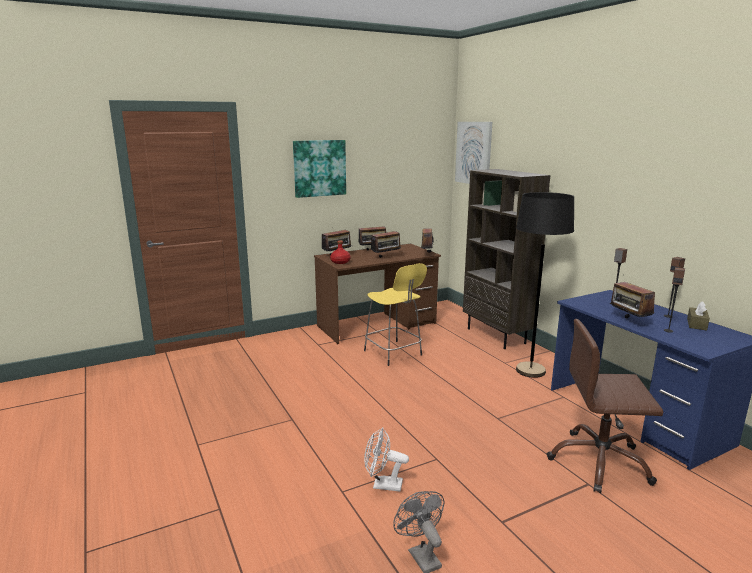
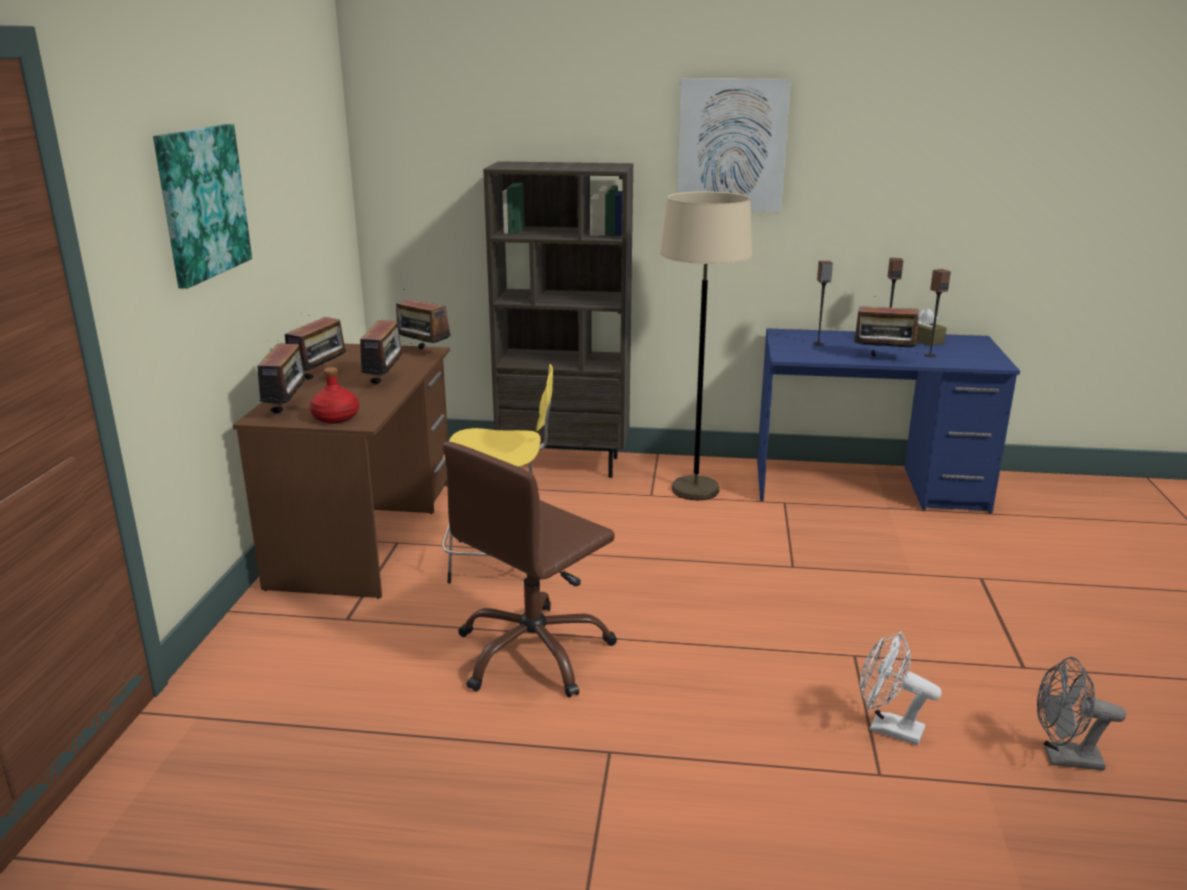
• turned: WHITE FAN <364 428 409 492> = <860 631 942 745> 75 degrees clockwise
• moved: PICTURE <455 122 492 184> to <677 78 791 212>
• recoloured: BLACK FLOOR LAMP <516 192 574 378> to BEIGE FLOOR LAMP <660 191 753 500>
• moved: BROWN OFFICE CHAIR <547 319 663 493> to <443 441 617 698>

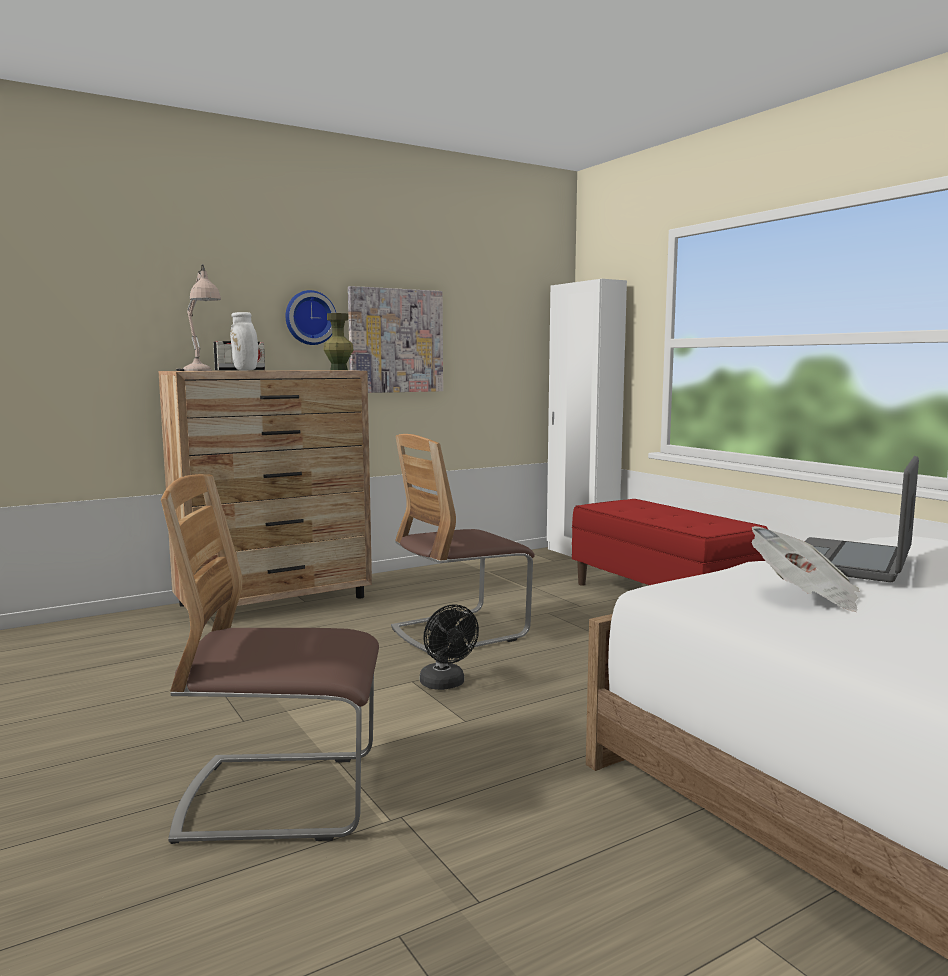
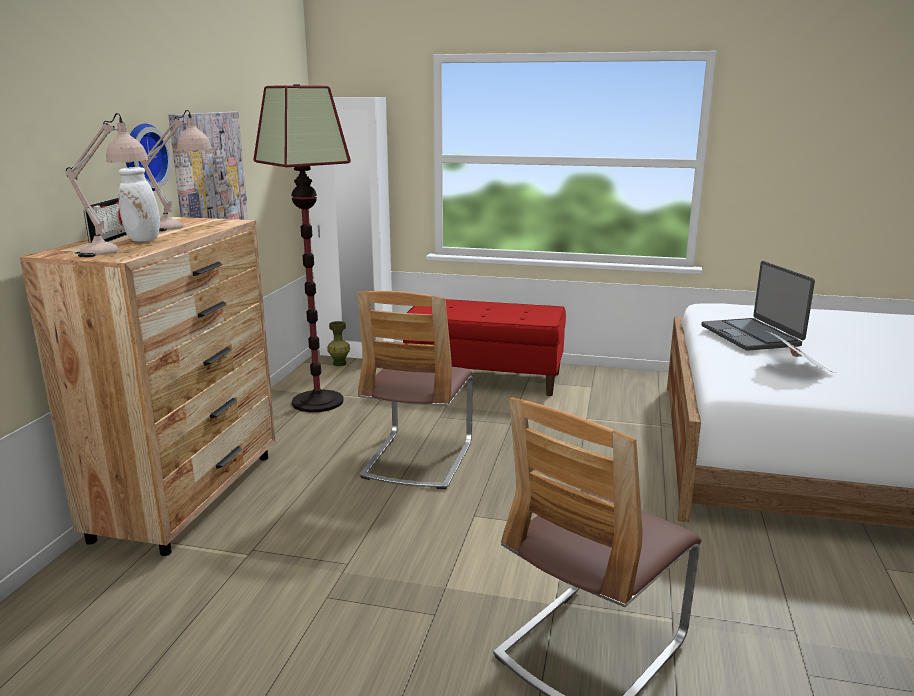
• moved: GREEN VASE <324 313 353 370> to <327 321 350 366>
• removed: BLACK FAN <420 604 479 690>
• added: BEIGE TABLE LAMP <140 110 212 231>
• added: FLOOR LAMP <253 84 351 412>

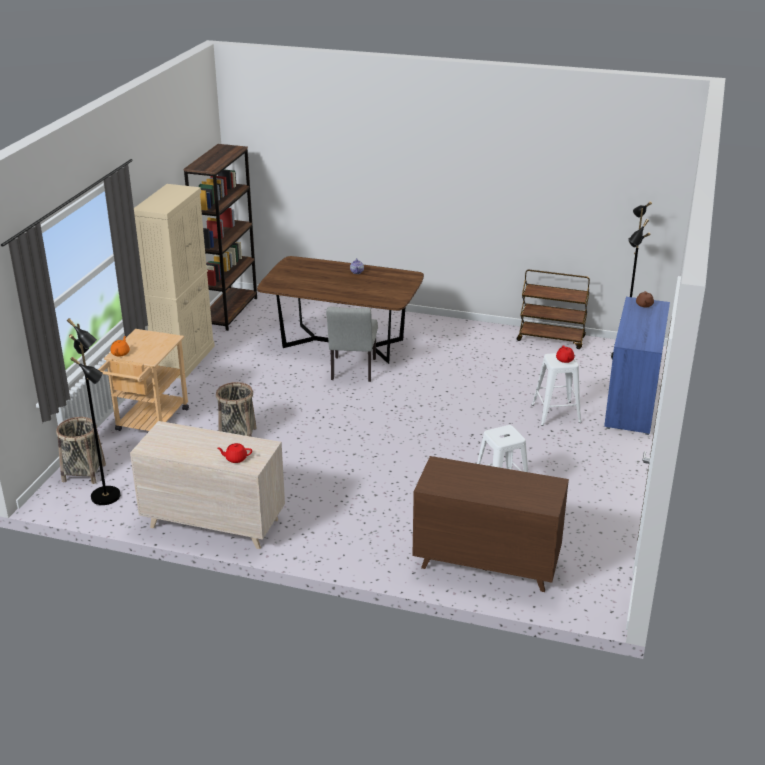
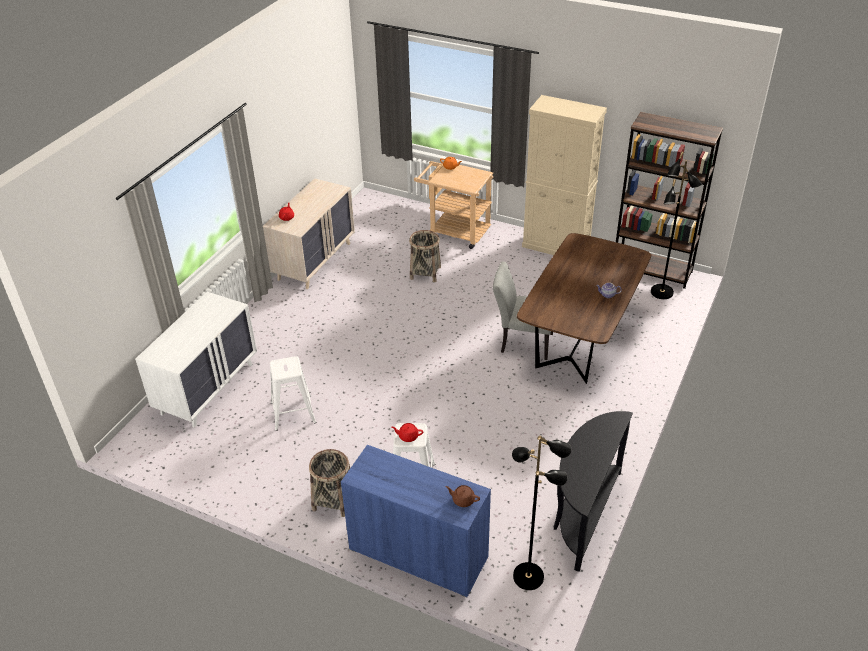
• moved: BASKET <56 417 106 484> to <309 449 350 517>
• moved: BLACK FLOOR LAMP <67 318 121 505> to <651 151 702 299>
• recoloured: BROWN DRESSER <412 456 569 592> to WHITE DRESSER <135 292 257 428>
• replaced: BROWN CART <516 270 590 349> to BLACK CONSOLE TABLE <554 411 633 572>

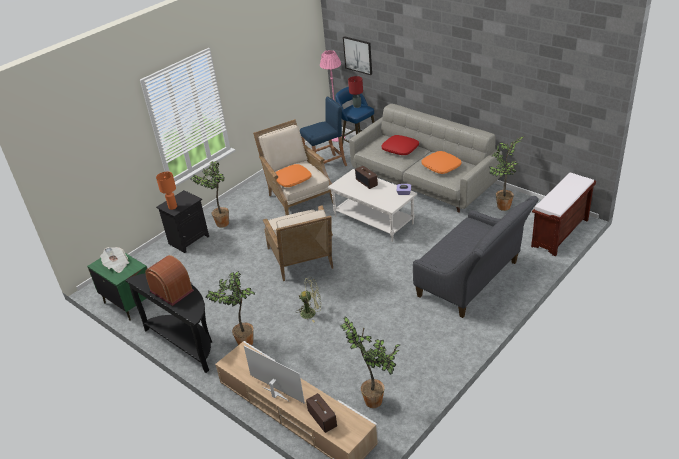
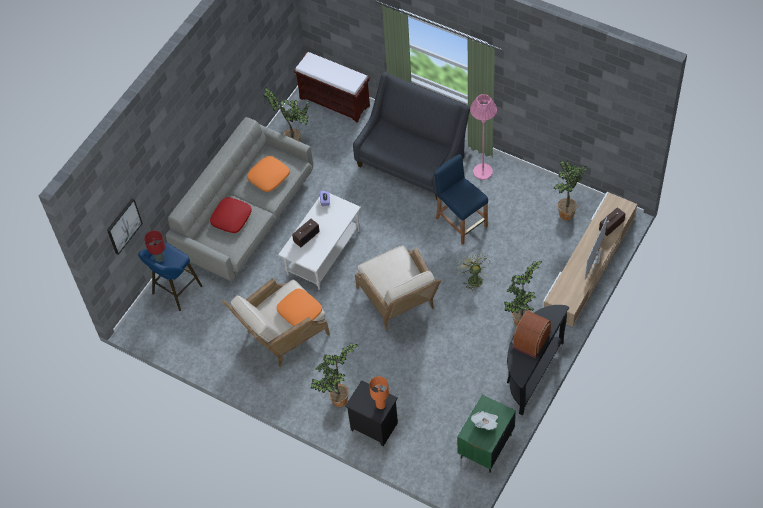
• turned: BEIGE ARMCHAIR <263 206 333 281> = <355 246 441 331> 90 degrees clockwise
• moved: BLUE STOOL <300 96 347 166> to <434 154 488 245>
• moved: PINK FLOOR LAMP <320 50 345 142> to <470 94 497 180>

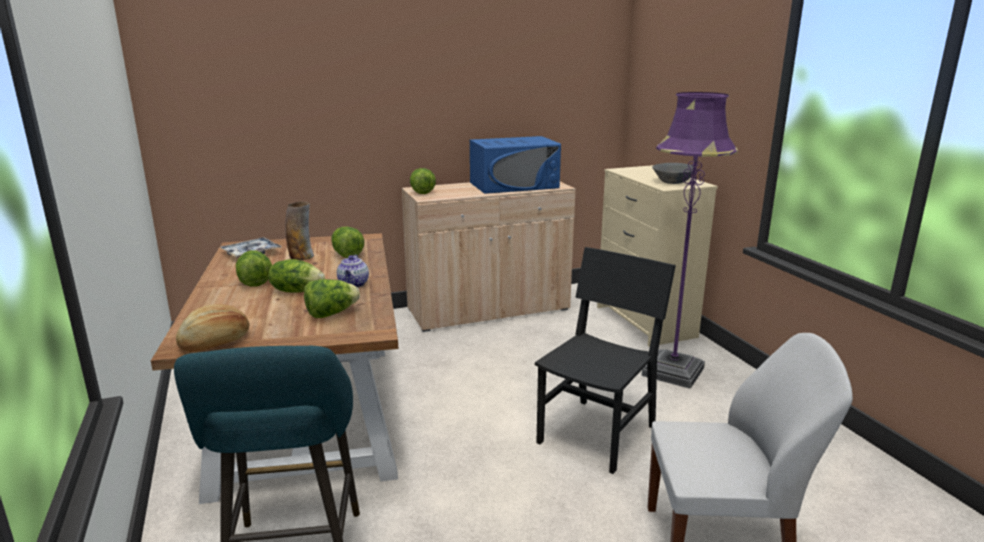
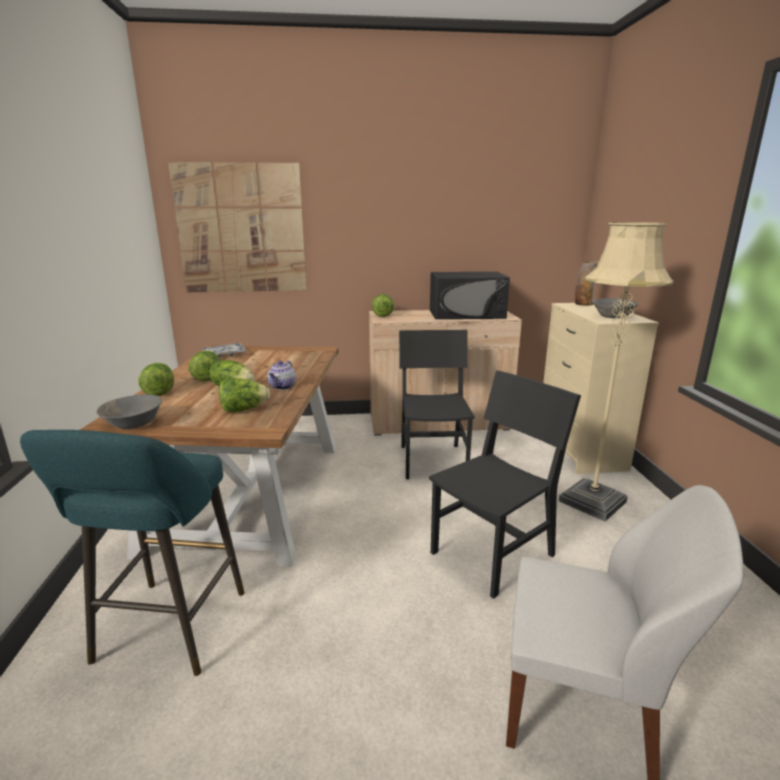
• replaced: BREAD <176 304 249 352> to GREY BOWL <96 395 162 429>
• moved: VASE <285 202 314 261> to <575 261 599 306>
• moved: LETTUCE <331 227 364 258> to <139 363 174 396>
• recoloured: BLUE MICROWAVE <470 136 561 194> to BLACK MICROWAVE <430 272 510 319>
• recoloured: PURPLE FLOOR LAMP <641 92 738 389> to BEIGE FLOOR LAMP <559 222 674 521>
• added: PICTURE <168 162 307 292>
• added: BLACK CHAIR <399 330 475 479>

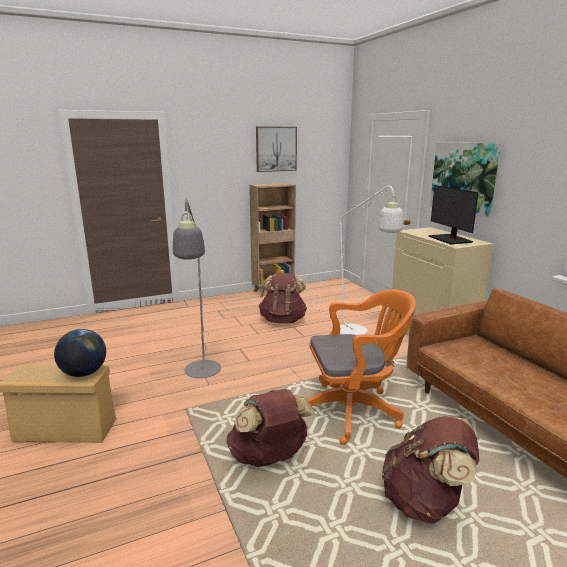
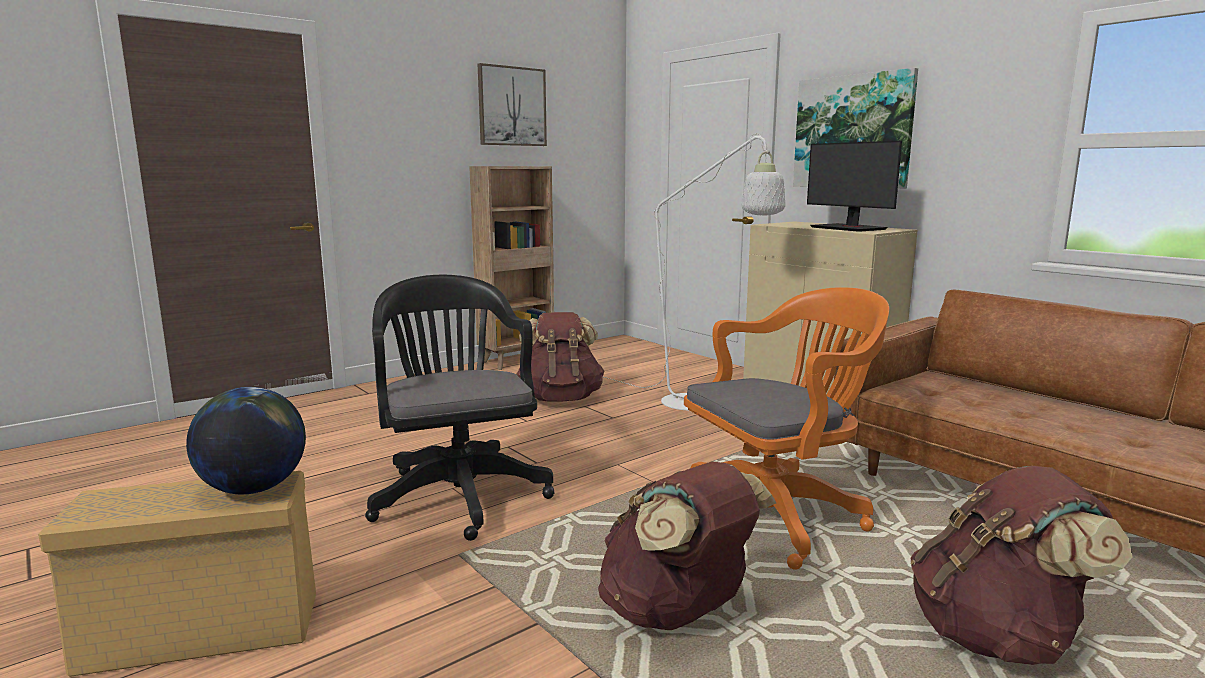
• replaced: GREY FLOOR LAMP <173 197 221 378> to BLACK OFFICE CHAIR <365 275 555 541>

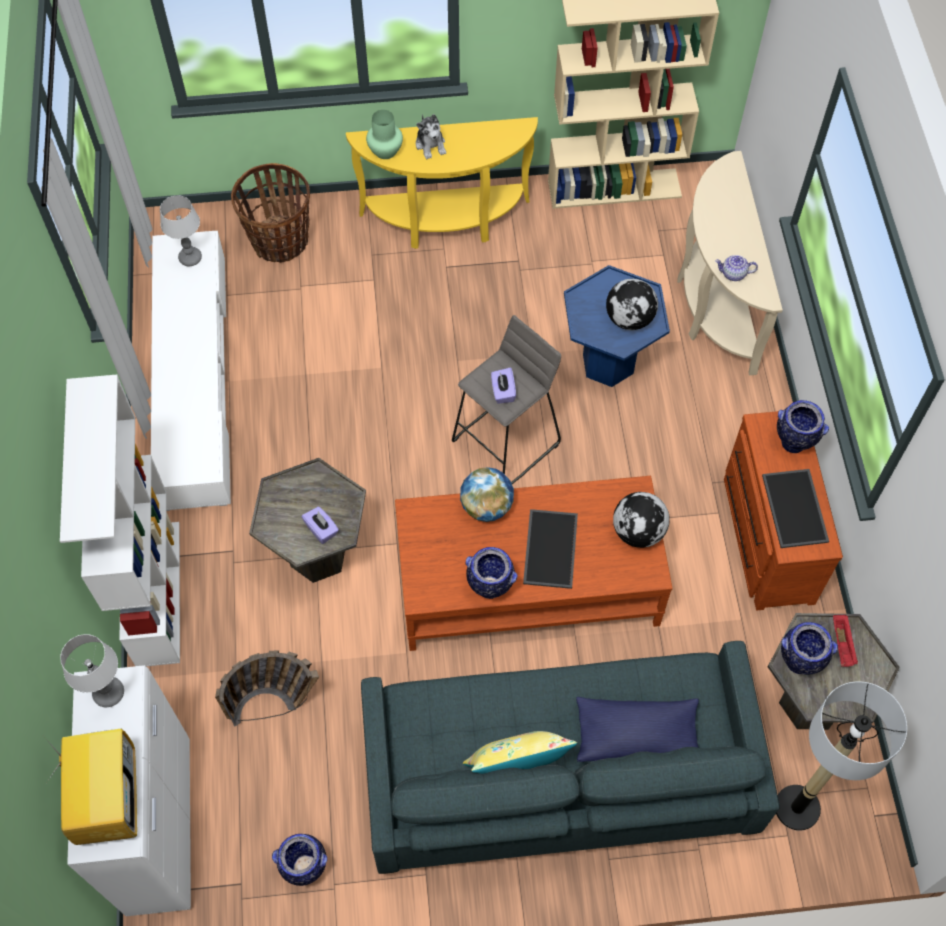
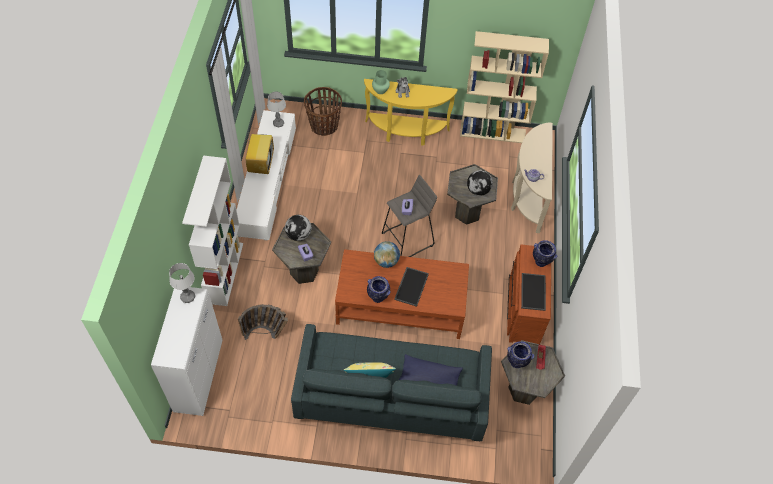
• moved: TELEVISION <45 729 137 845> to <246 126 274 174>
• removed: VASE <272 834 327 886>
• recoloured: BLUE SIDE TABLE <564 265 670 387> to GREY SIDE TABLE <447 164 498 225>
• moved: GLOBE <613 492 670 548> to <285 215 312 241>
• removed: FLOOR LAMP <776 681 907 831>

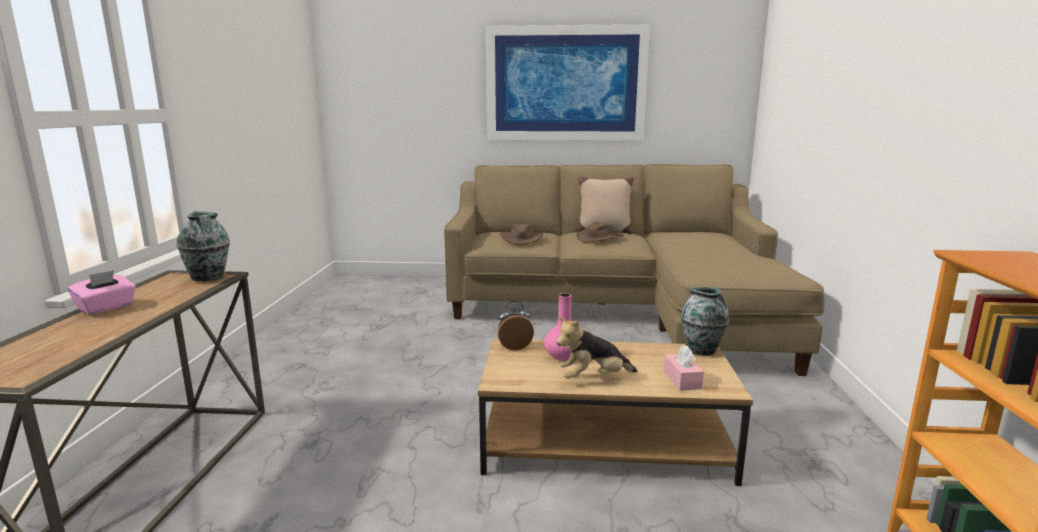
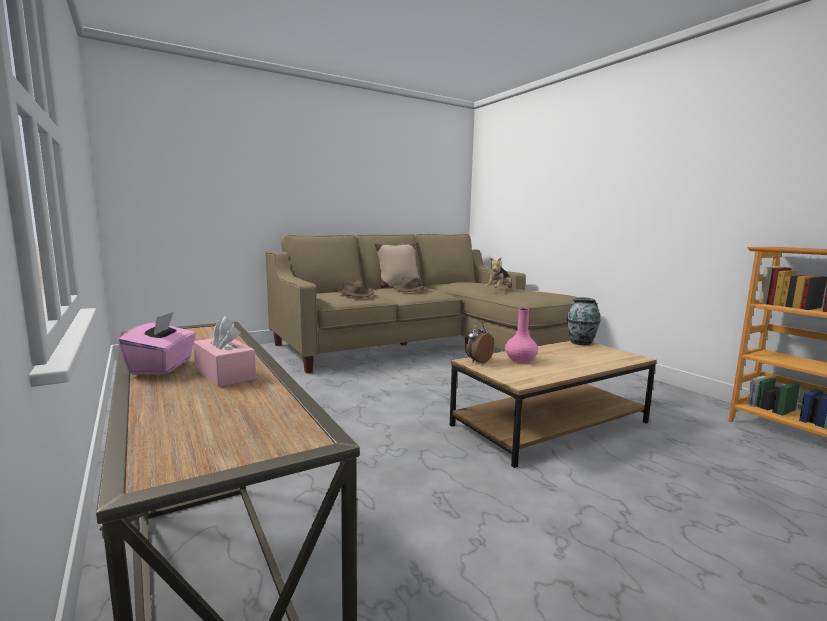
• removed: VASE <176 211 230 281>
• removed: PICTURE <486 24 650 141>
• moved: PLUSH TOY <556 317 637 379> to <485 258 512 288>
• moved: PINK TISSUE BOX <664 345 704 391> to <193 316 256 387>

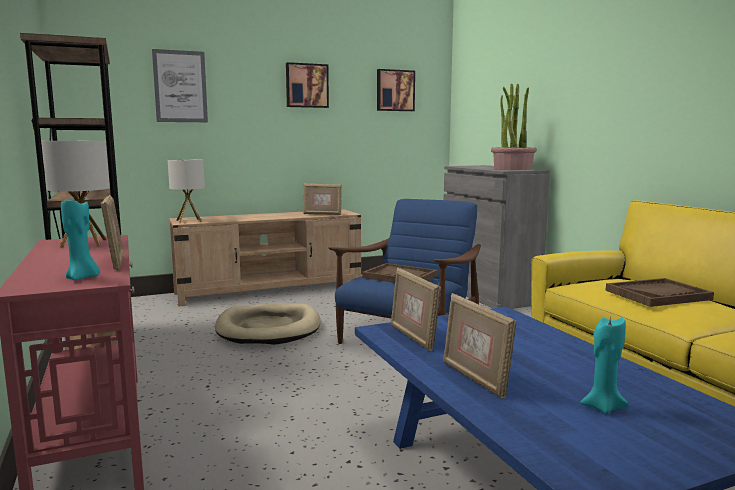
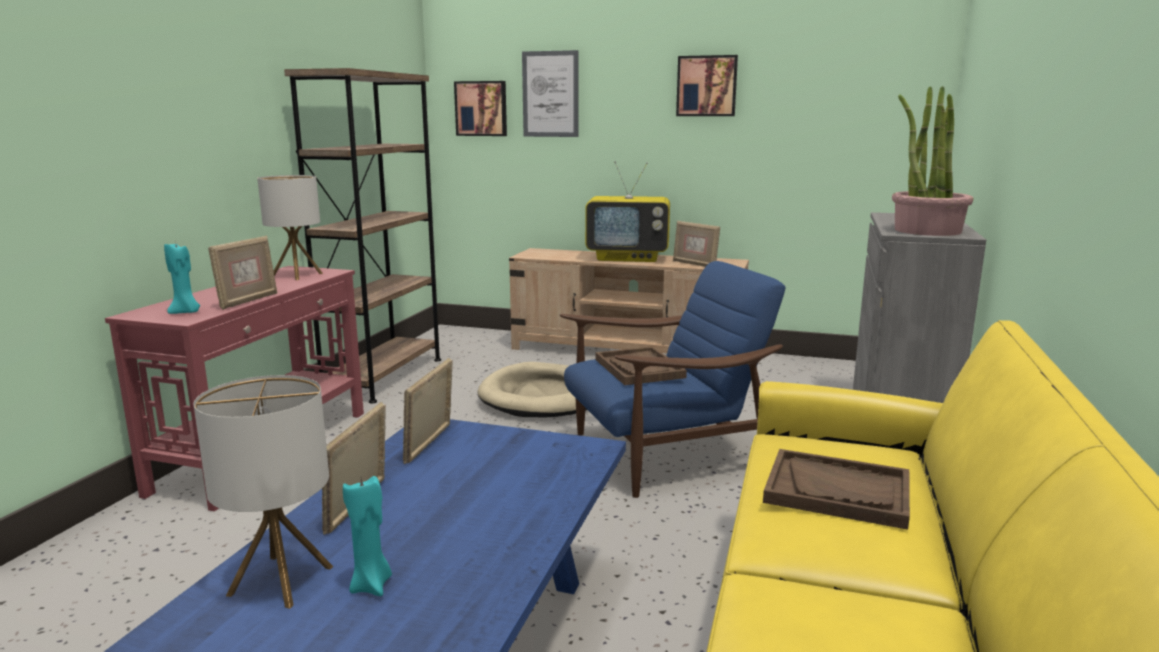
• moved: TABLE LAMP <168 159 205 223> to <194 375 333 609>
• moved: PICTURE <377 69 415 111> to <454 81 507 136>
• added: TELEVISION <585 161 670 262>

